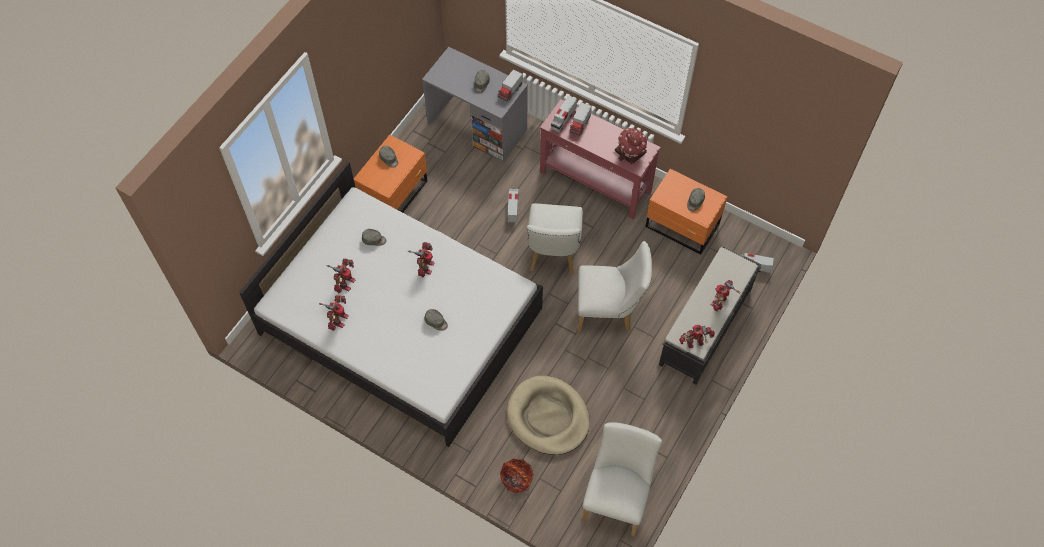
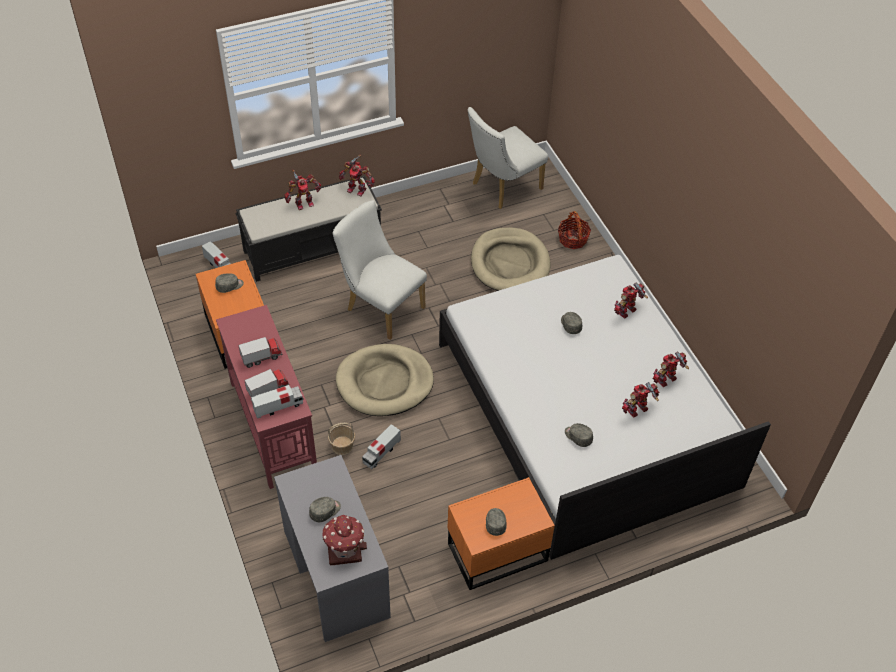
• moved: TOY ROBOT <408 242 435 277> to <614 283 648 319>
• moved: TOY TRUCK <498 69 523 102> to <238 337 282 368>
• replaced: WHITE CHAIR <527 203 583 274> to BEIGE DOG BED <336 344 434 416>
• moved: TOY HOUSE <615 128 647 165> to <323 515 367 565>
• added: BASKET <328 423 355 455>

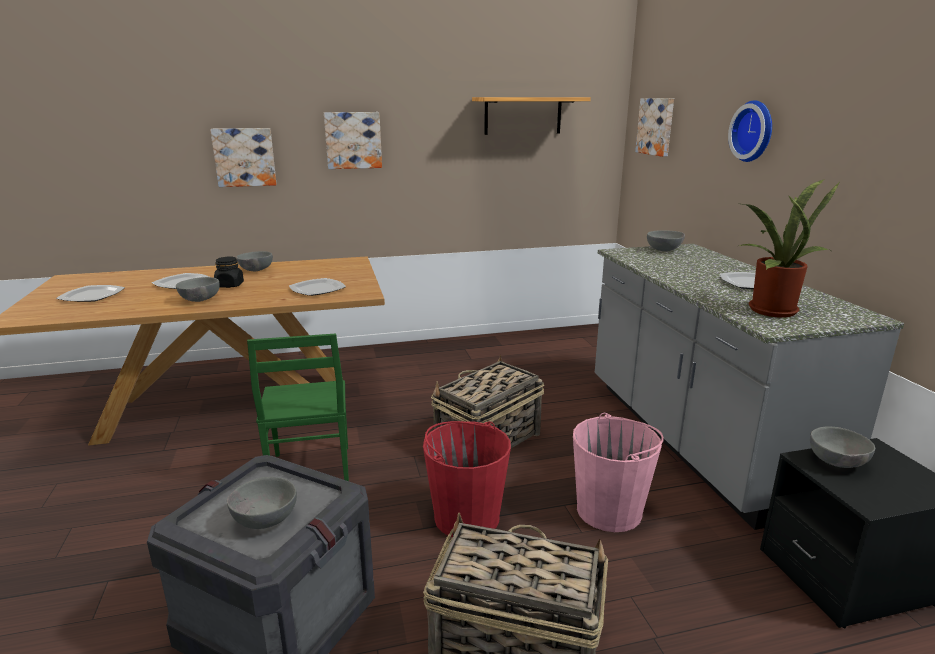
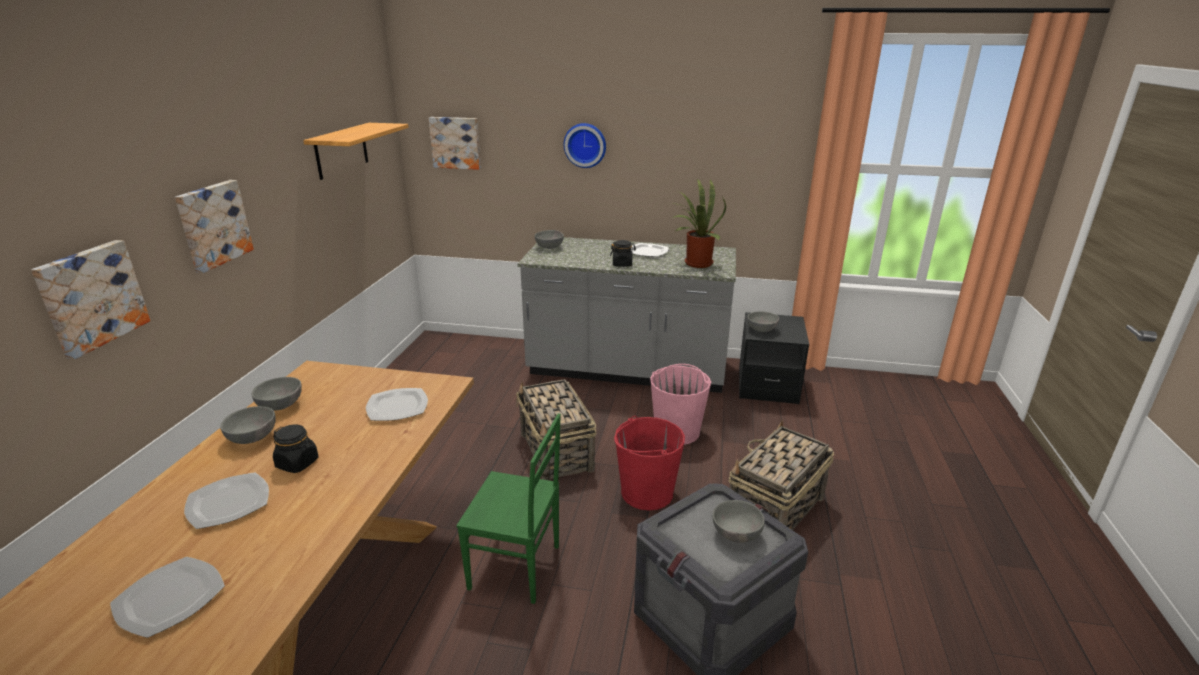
• moved: GREY BOWL <176 277 220 302> to <252 377 302 411>
• added: BLACK JAR <610 240 636 267>

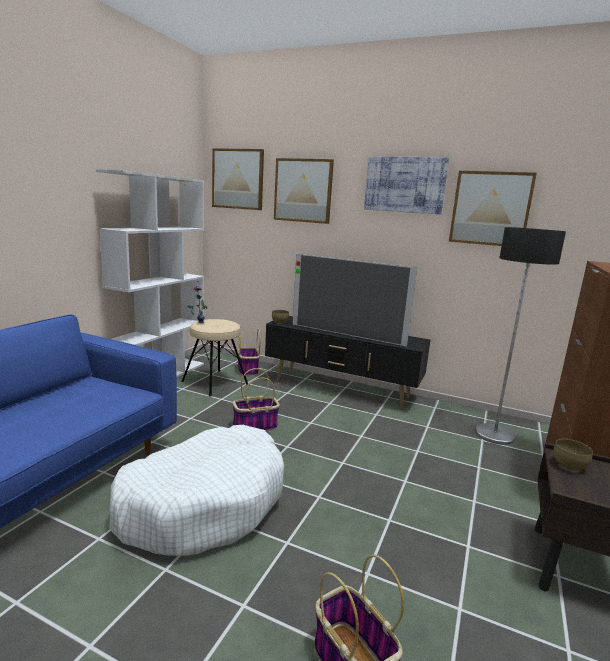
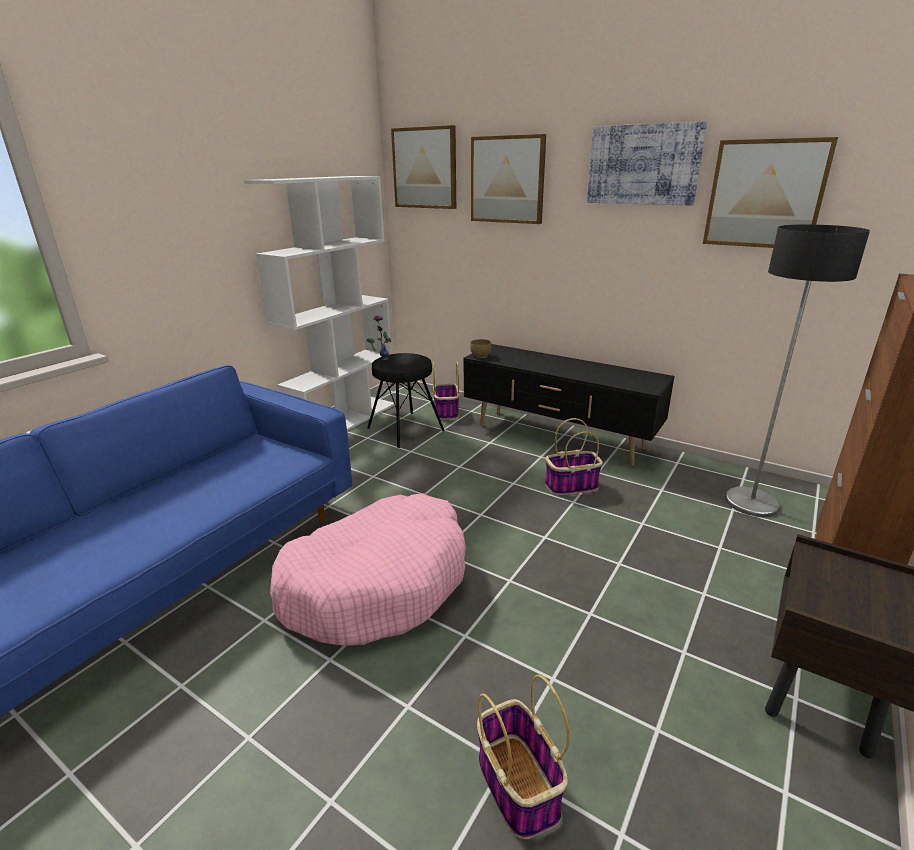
• recoloured: WHITE DOG BED <109 425 284 556> to PINK DOG BED <270 494 466 645>
• recoloured: BEIGE STOOL <181 319 248 397> to BLACK STOOL <367 353 445 448>
• moved: BASKET <232 368 280 431> to <545 418 603 495>
• removed: TELEVISION <292 253 417 347>
• removed: BROWN BOWL <554 439 593 471>

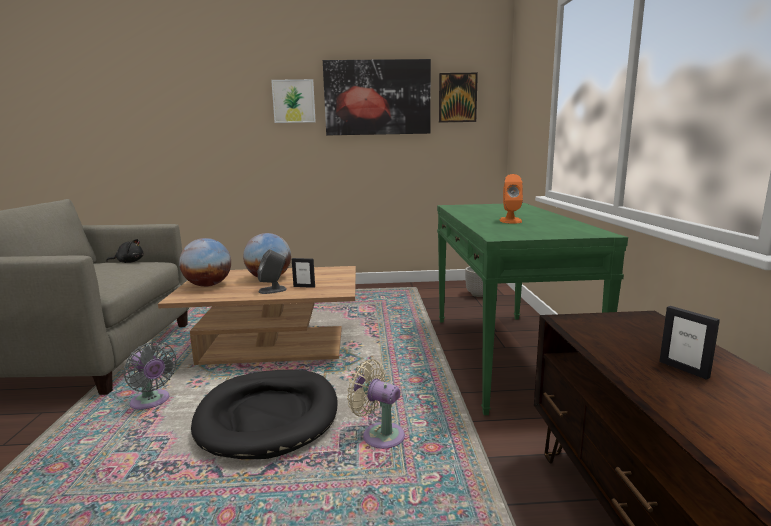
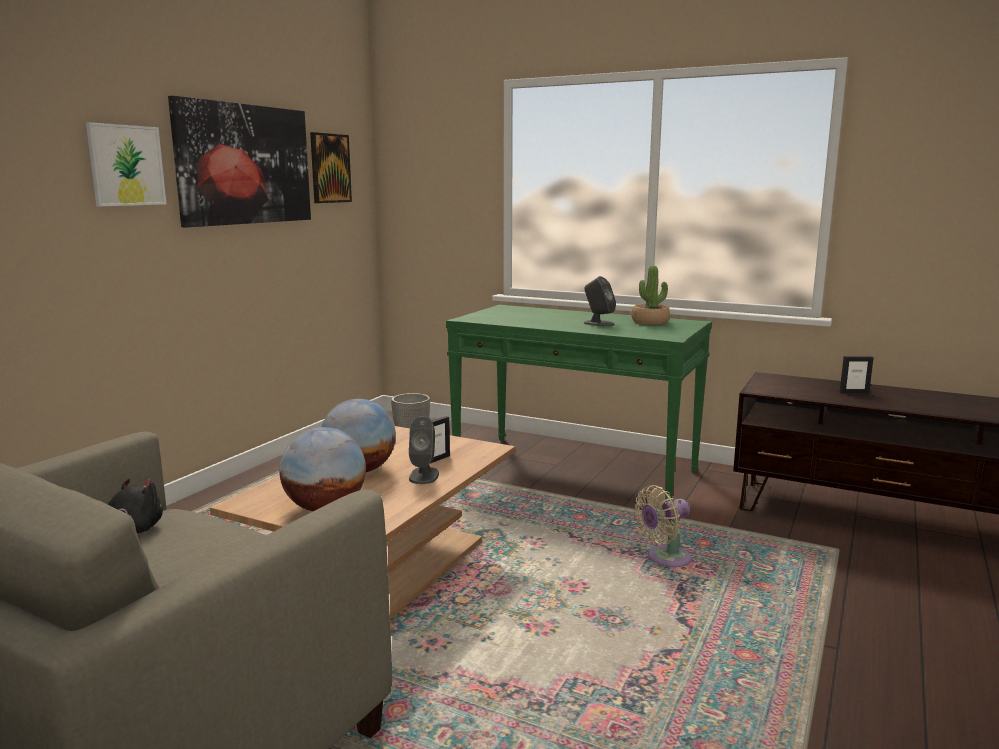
• removed: GREY FAN <123 342 177 410>
• removed: BLACK DOG BED <191 370 338 459>
• recoloured: ORANGE SPEAKER <500 174 523 223> to GREY SPEAKER <584 276 616 327>
• added: POTTED PLANT <632 266 670 325>

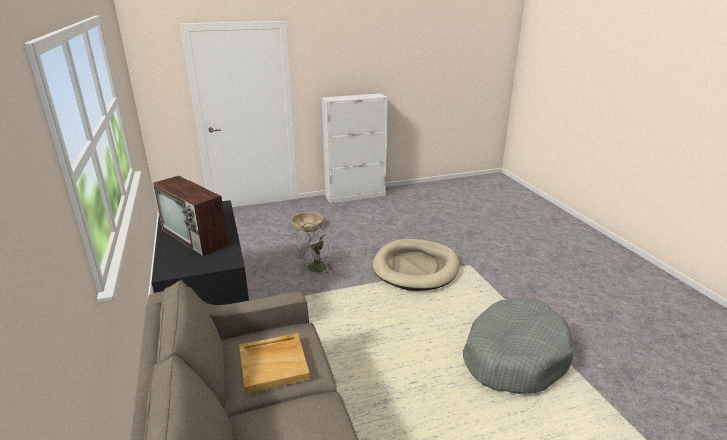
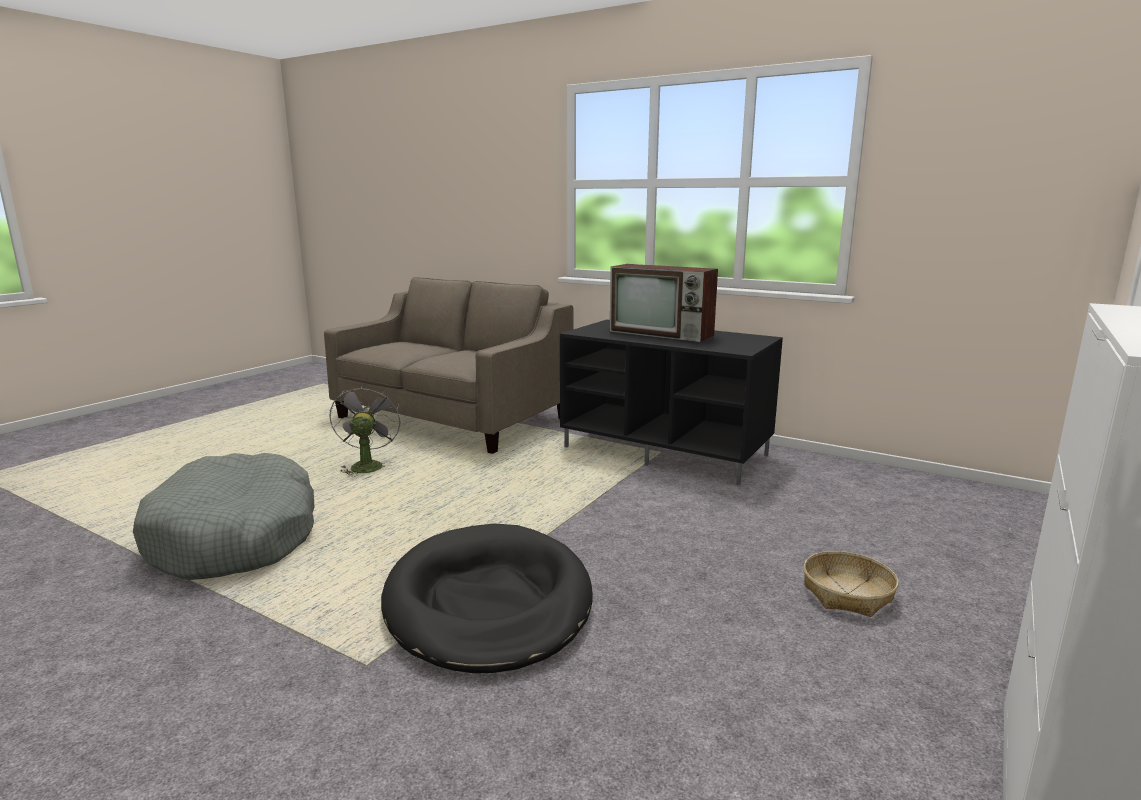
• turned: TELEVISION <153 176 228 256> = <610 264 718 342> 150 degrees counterclockwise
• removed: BEIGE TRAY <239 333 310 394>
• moved: GREY FAN <293 223 333 274> to <329 384 401 477>
• recoloured: BEIGE DOG BED <373 239 460 291> to BLACK DOG BED <381 523 593 673>

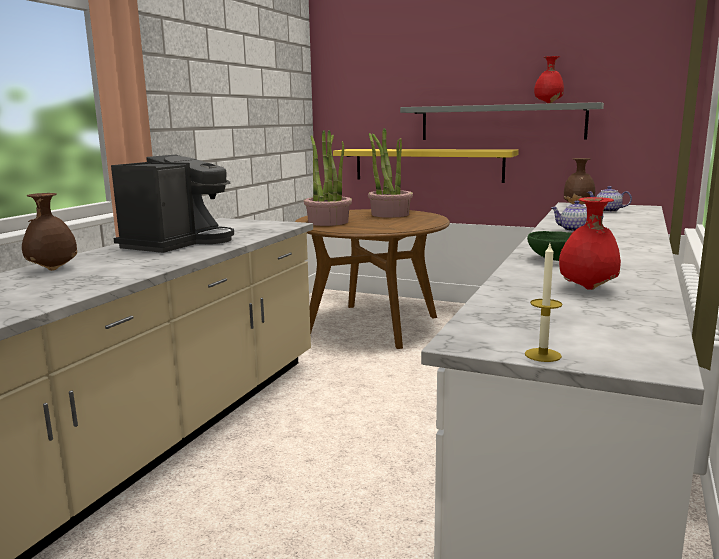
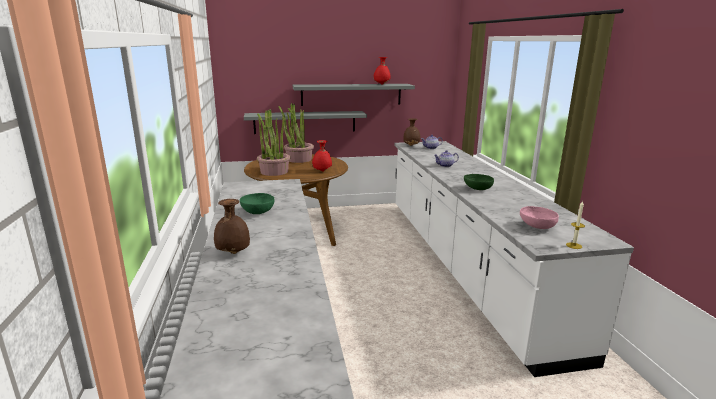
• replaced: COFFEE MACHINE <111 155 234 253> to GREEN BOWL <240 193 275 214>
• recoloured: YELLOW SHELF <333 149 519 183> to GREY SHELF <244 111 367 134>
• moved: RED VASE <559 197 621 290> to <312 140 332 172>
• added: PINK BOWL <520 206 559 229>

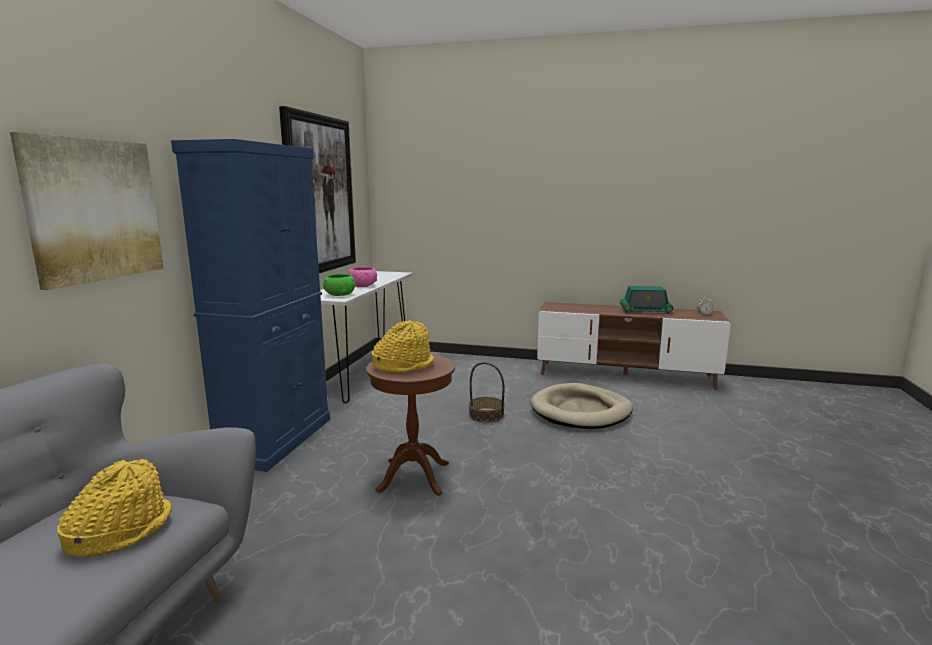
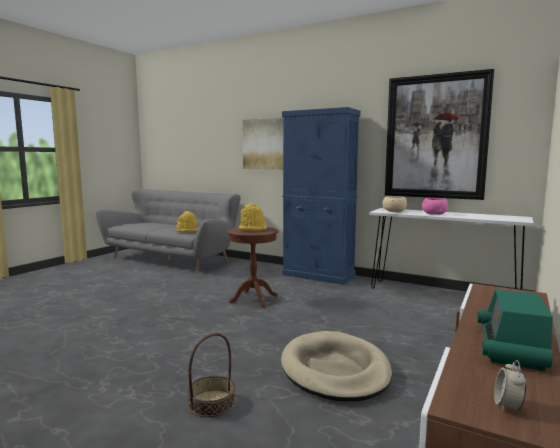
• recoloured: GREEN BOWL <323 274 355 296> to BEIGE BOWL <383 196 407 212>
• moved: BASKET <469 362 505 422> to <187 333 235 417>

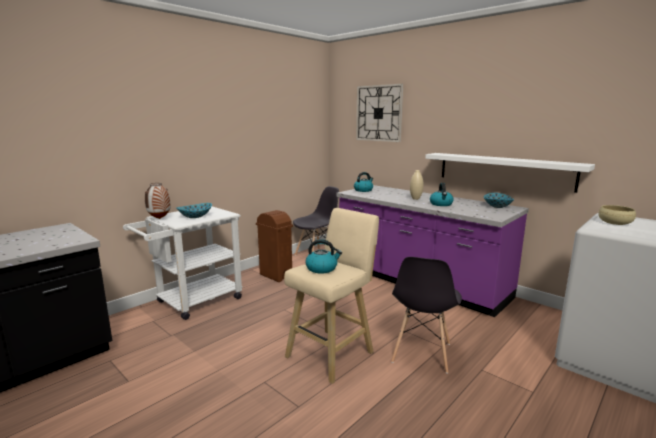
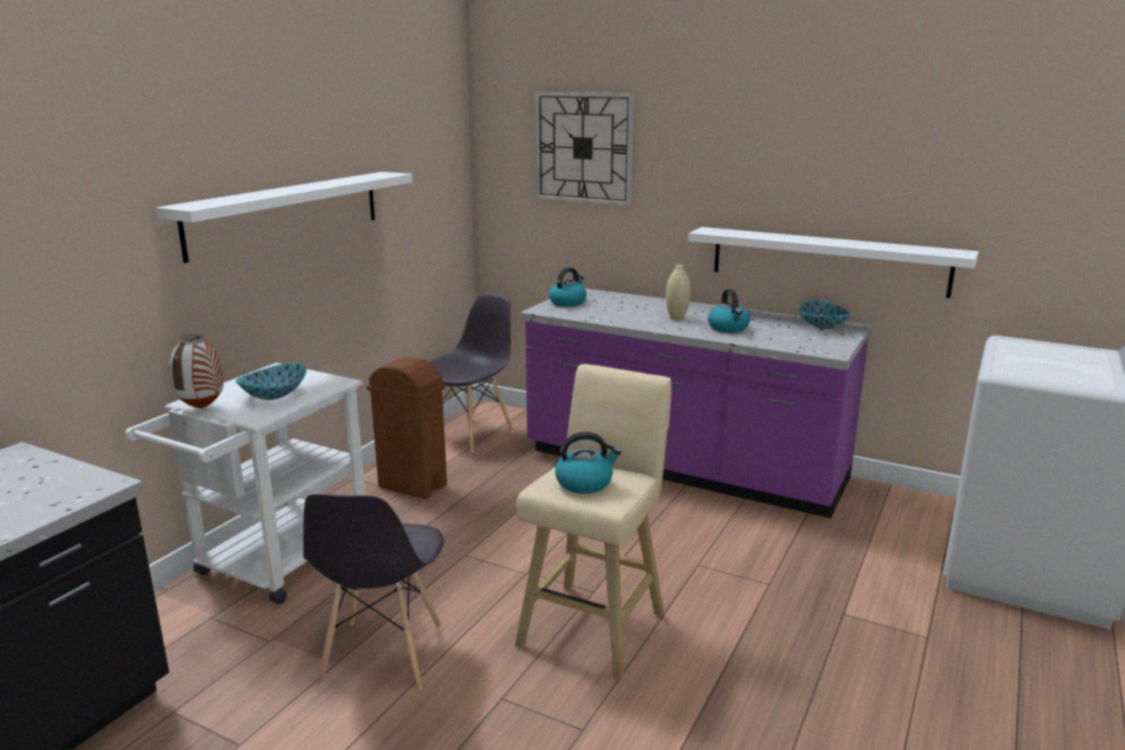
• moved: GREY CHAIR <391 257 462 374> to <303 494 444 690>
• removed: BEIGE BOWL <598 205 636 225>
• added: WHITE SHELF <156 172 413 263>

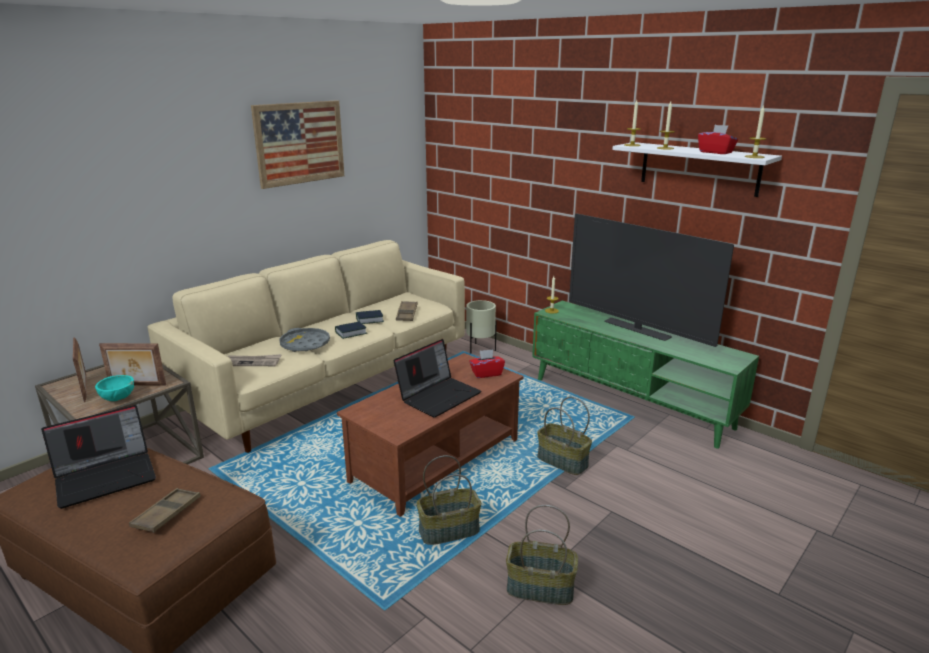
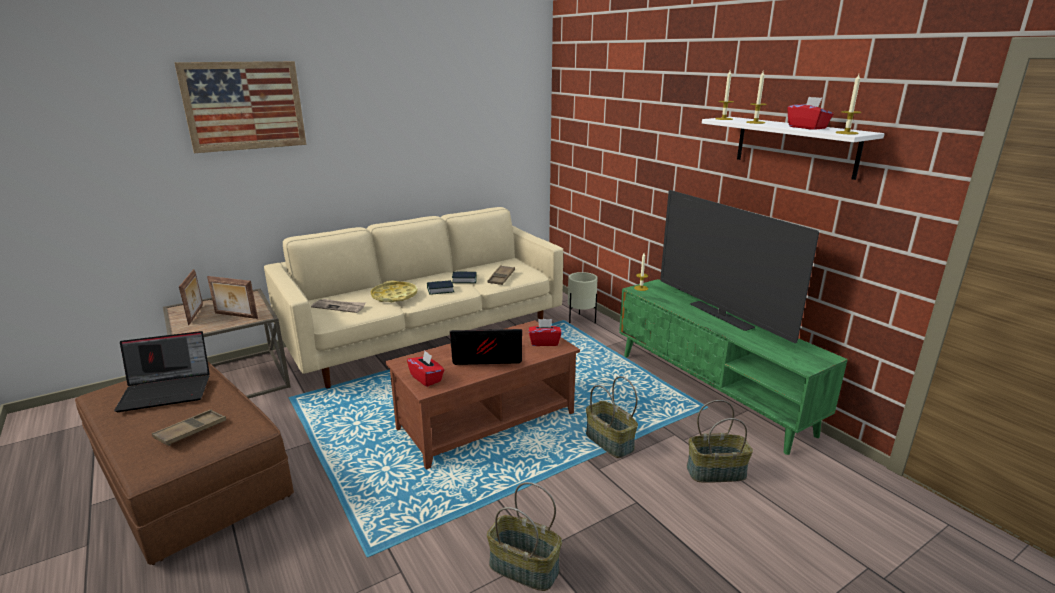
• removed: TURQUOISE BOWL <95 375 134 401>
• moved: PICTURE <251 100 344 189> to <174 61 306 153>
• recoloured: GREY TRAY <279 328 330 352> to YELLOW TRAY <371 281 417 303>
• turned: LAPTOP <393 339 481 417> = <450 329 522 365> 150 degrees counterclockwise
• moved: BASKET <417 455 481 545> to <687 400 753 483>
• added: RED TISSUE BOX <407 351 444 387>

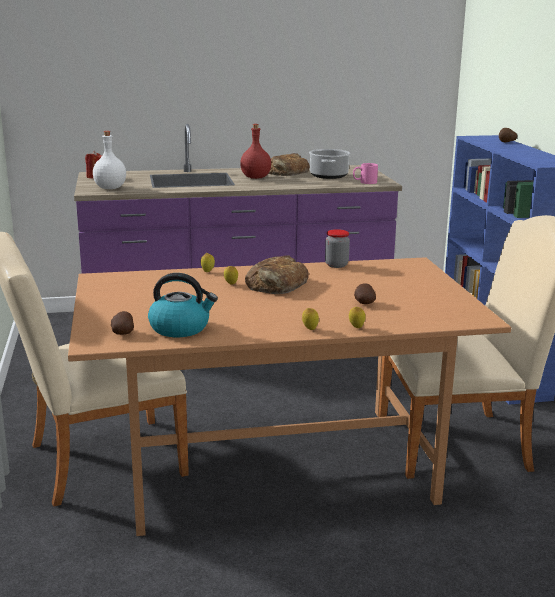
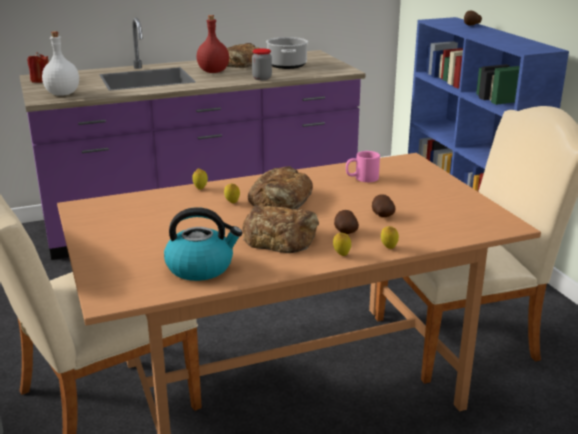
• moved: POTATO <111 311 134 335> to <334 210 359 234>
• moved: JAR <325 229 350 268> to <252 48 272 80>
• moved: PINK MUG <353 163 378 184> to <346 151 380 182>
• added: BREAD <242 206 319 253>

